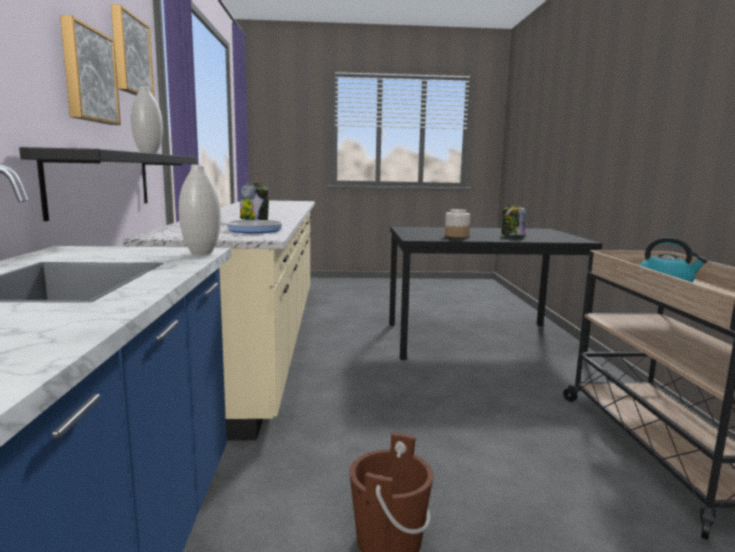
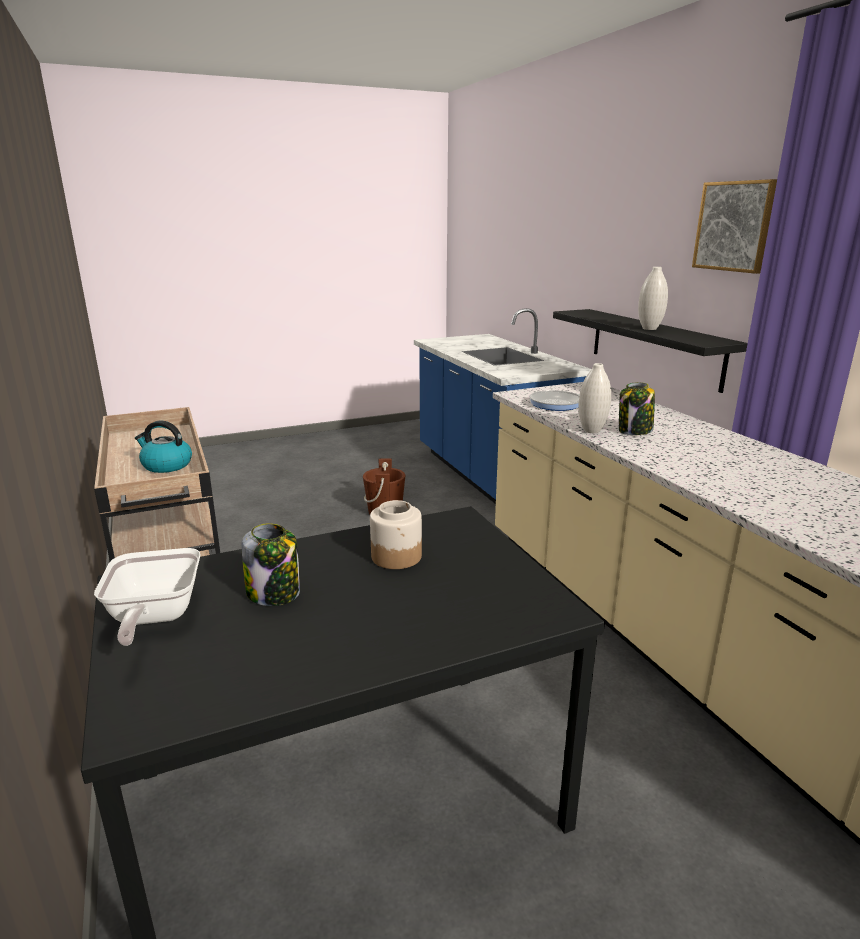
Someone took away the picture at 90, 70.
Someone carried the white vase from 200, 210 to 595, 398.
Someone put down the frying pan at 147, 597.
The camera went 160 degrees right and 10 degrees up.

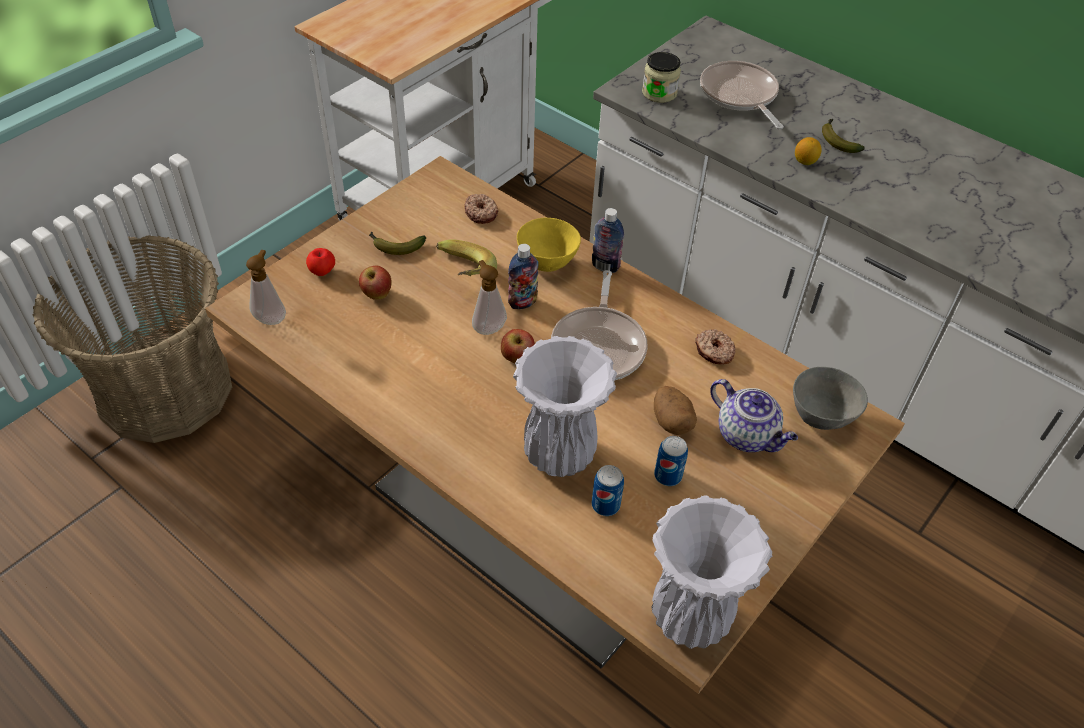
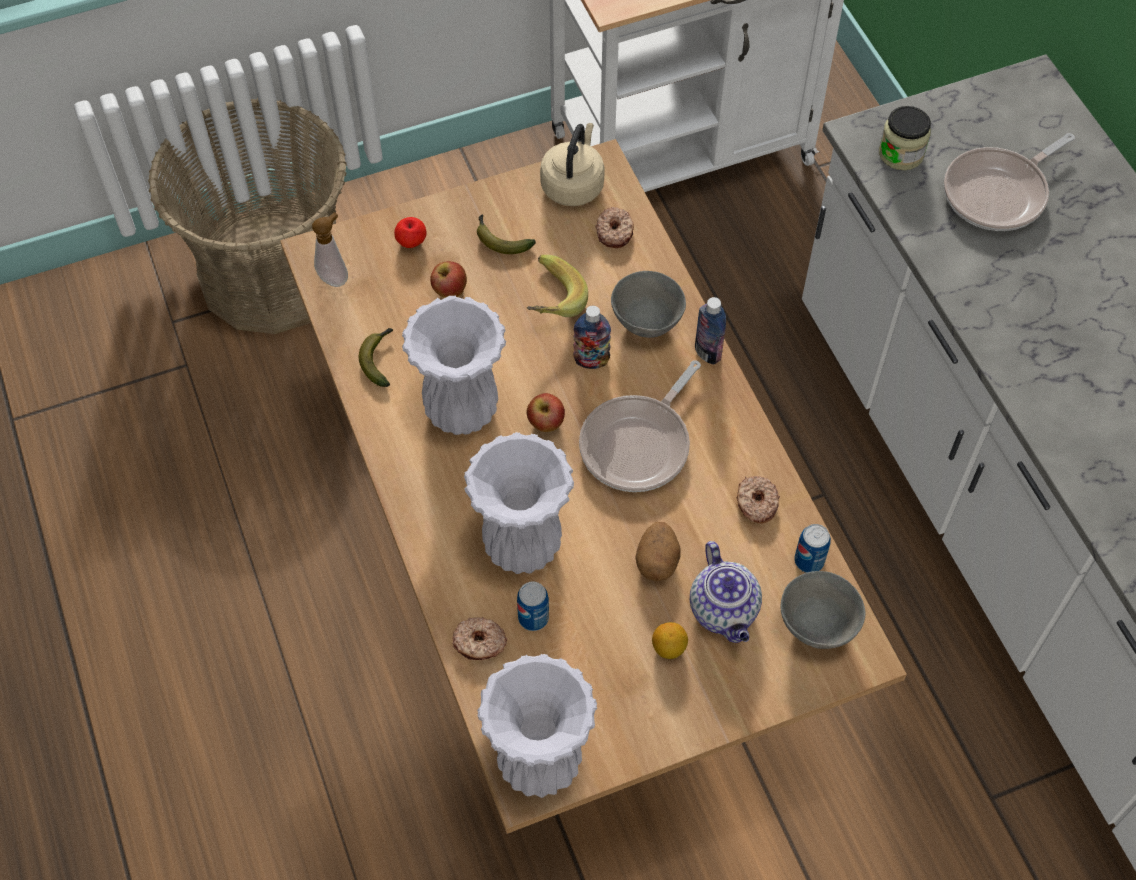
Someone took away the soap dispenser at 489, 297.
Someone repainted the yellow bowl at 549, 245, which became the grey bowl at 648, 304.
Someone carried the can from 671, 461 to 812, 548.
Someone rotated the frying pan at 742, 95 by 135 degrees counterclockwise.
Someone carried the lemon from 808, 151 to 670, 640.
Someone carried the banana from 843, 136 to 376, 357.
Someone put down the white vase at 454, 365.
Someone put down the donut at 479, 638.
Someone put down the beige kettle at 572, 164.
The camera went 30 degrees right and 10 degrees up.

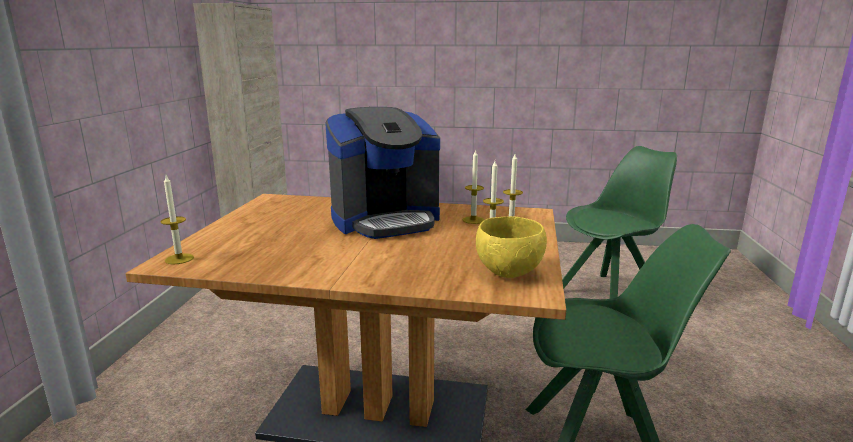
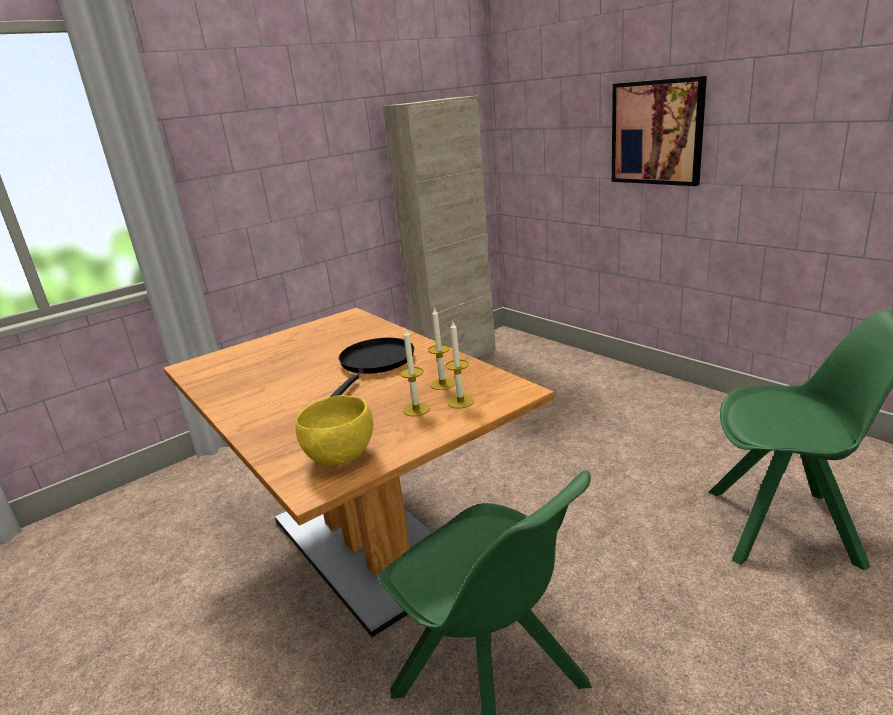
Someone took away the candle at 177, 220.
Someone swapped the coffee machine at 382, 173 for the black frying pan at 372, 367.
Someone put up the picture at 659, 131.
The camera went 45 degrees right and 5 degrees up.

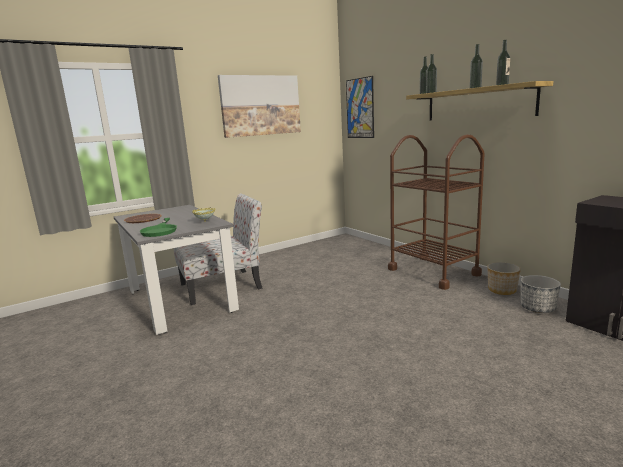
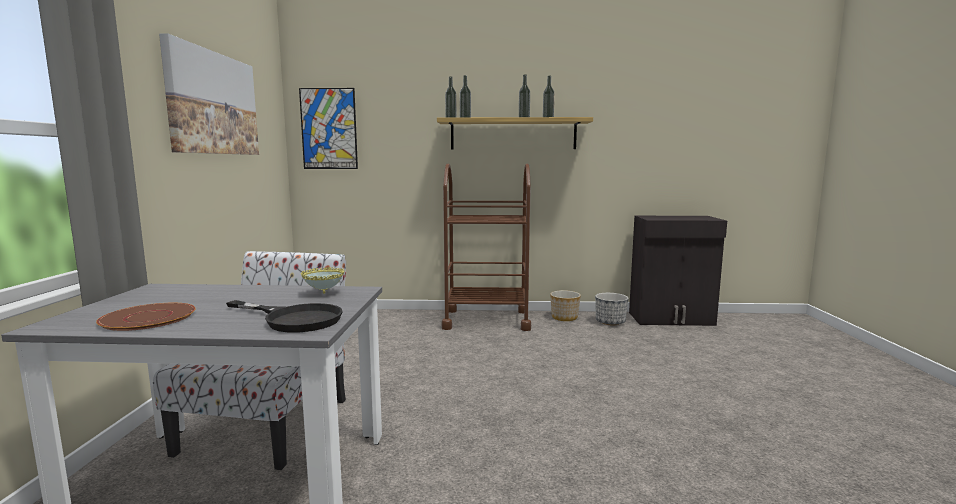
Someone repainted the green frying pan at 158, 227, which became the black frying pan at 284, 316.
The camera went 55 degrees left and 5 degrees down.

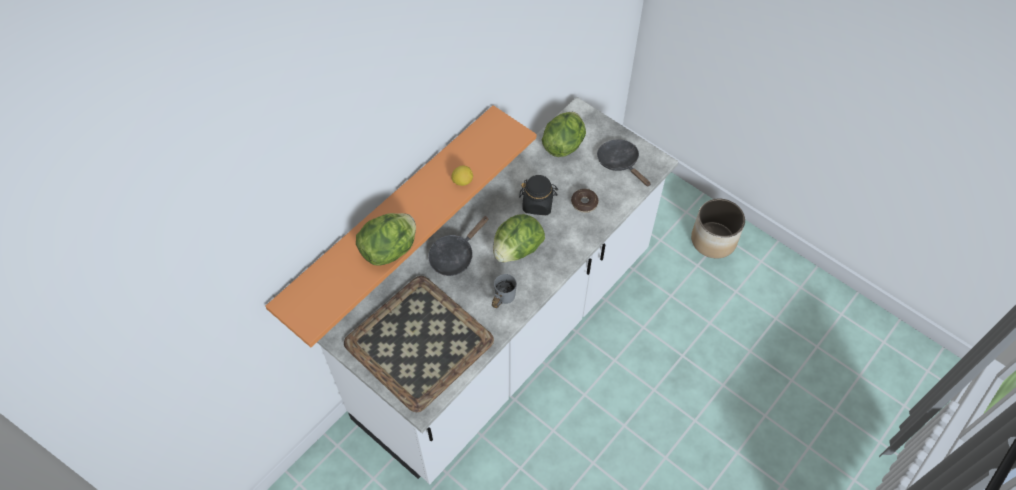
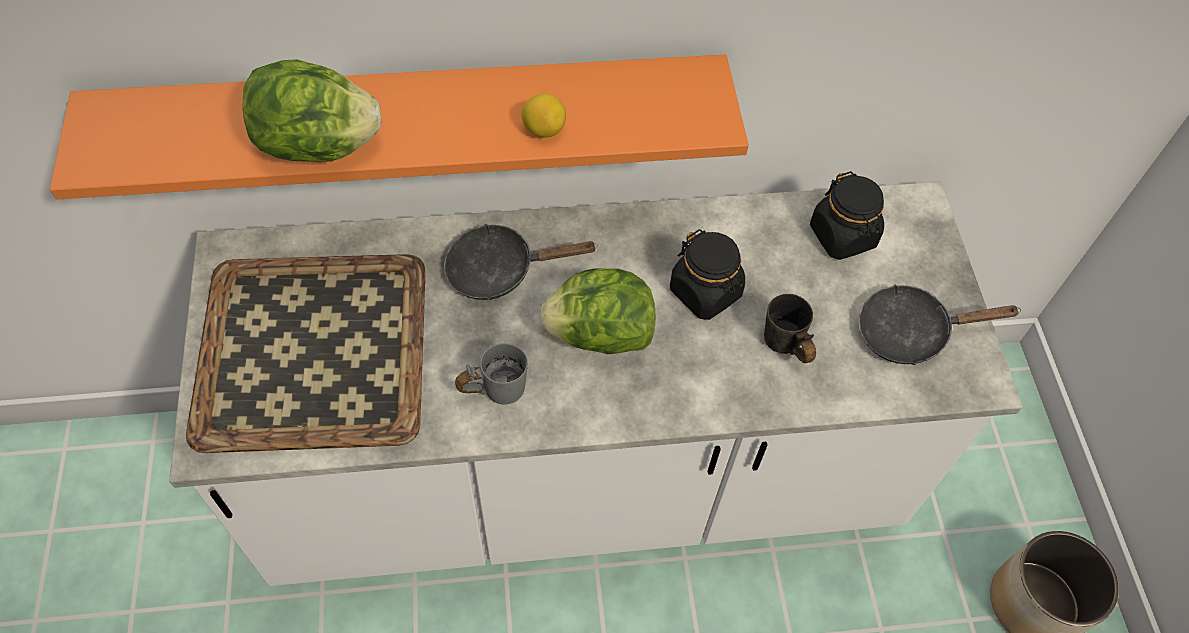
Someone swapped the lettuce at 564, 134 for the black jar at 847, 215.
Someone swapped the donut at 584, 201 for the grey mug at 790, 328.
Someone rotated the black frying pan at 624, 162 by 105 degrees counterclockwise.
The camera went 40 degrees right and 0 degrees up.

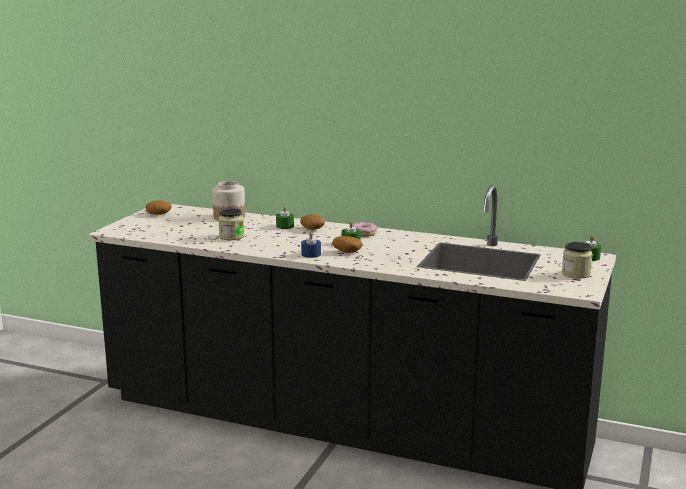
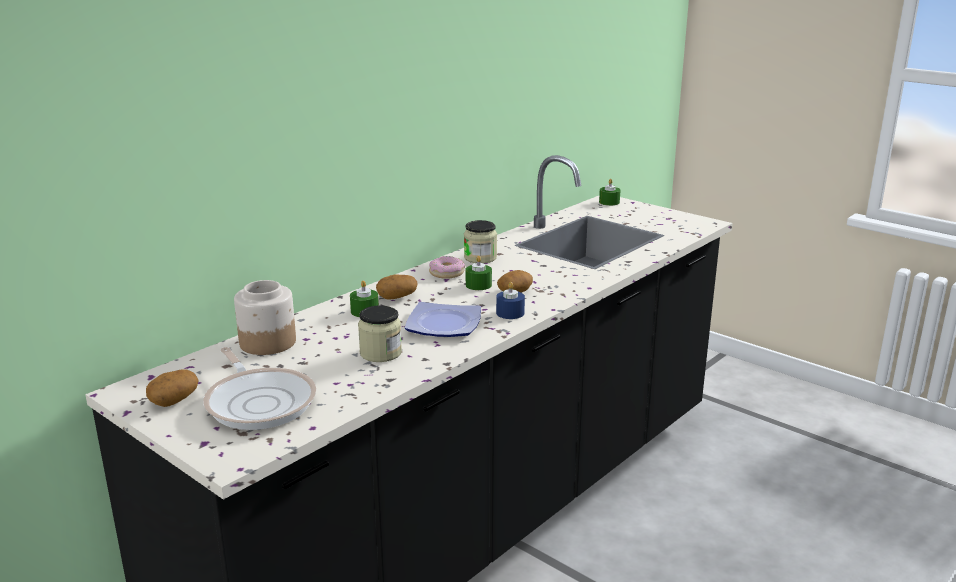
Someone carried the jar from 577, 260 to 480, 241.
Someone put down the frying pan at 259, 388.
Someone put down the plate at 443, 319.
The camera went 70 degrees left and 5 degrees up.

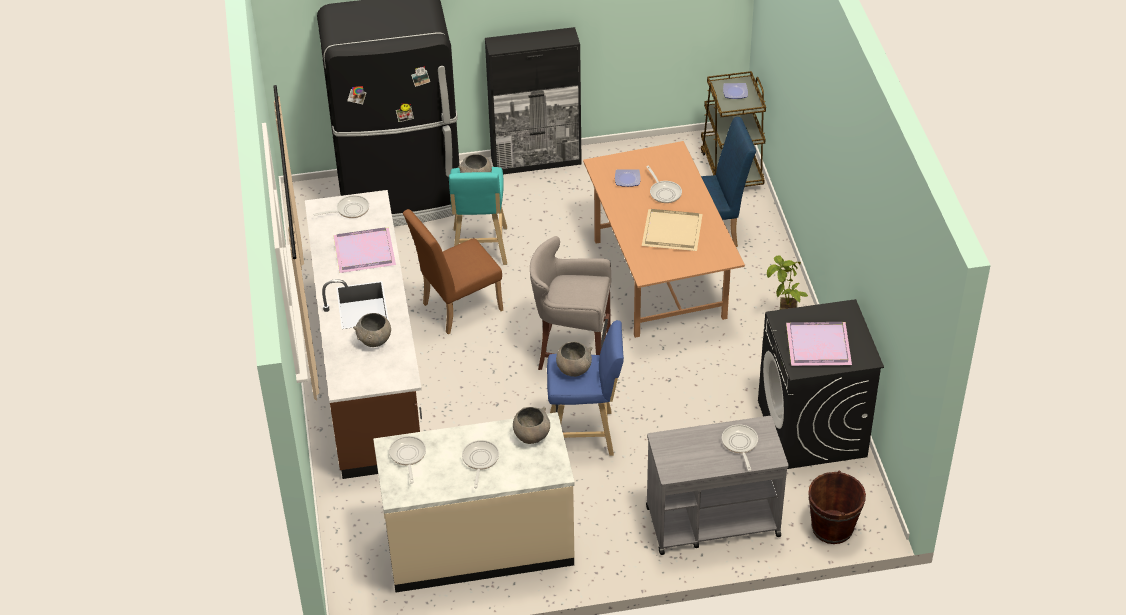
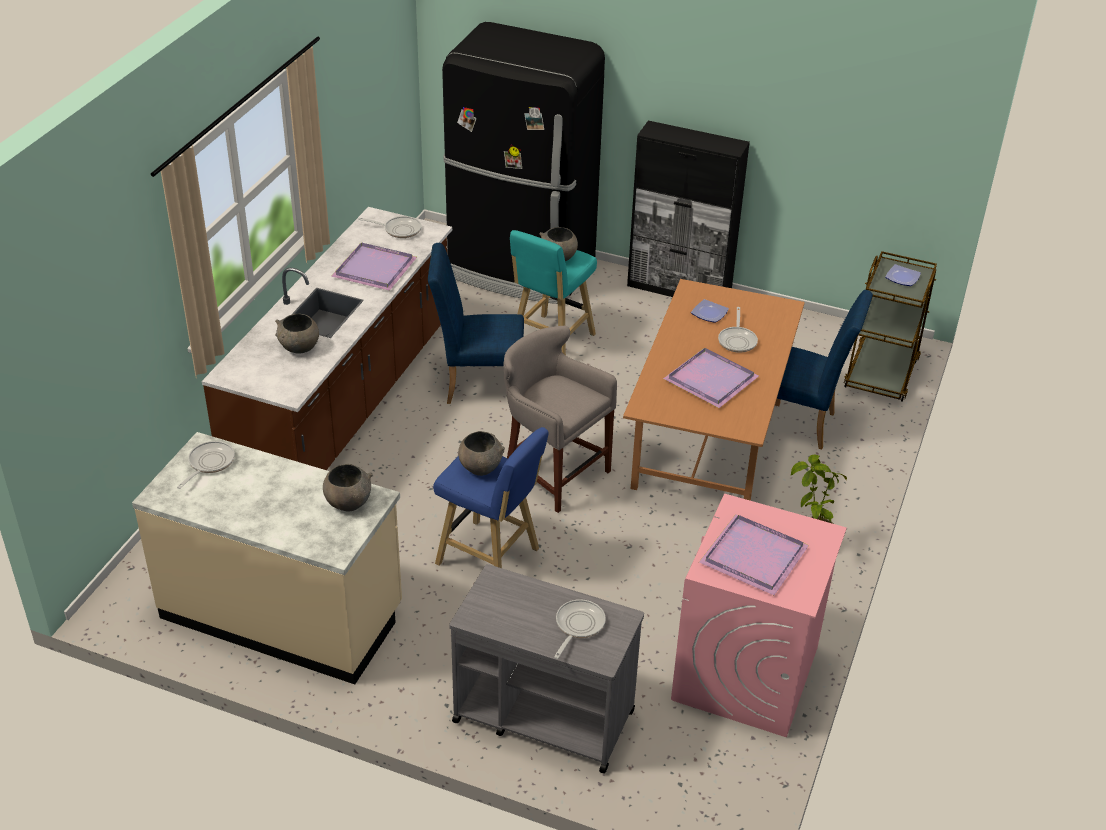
Someone repainted the brown chair at 453, 271, which became the blue chair at 476, 323.
Someone took away the frying pan at 480, 464.
Someone repainted the beige tray at 672, 230, which became the purple tray at 711, 378.
Someone repainted the black washing machine at 821, 384, which became the pink washing machine at 759, 615.
Someone took away the brown bucket at 837, 507.
The camera went 30 degrees right and 5 degrees down.

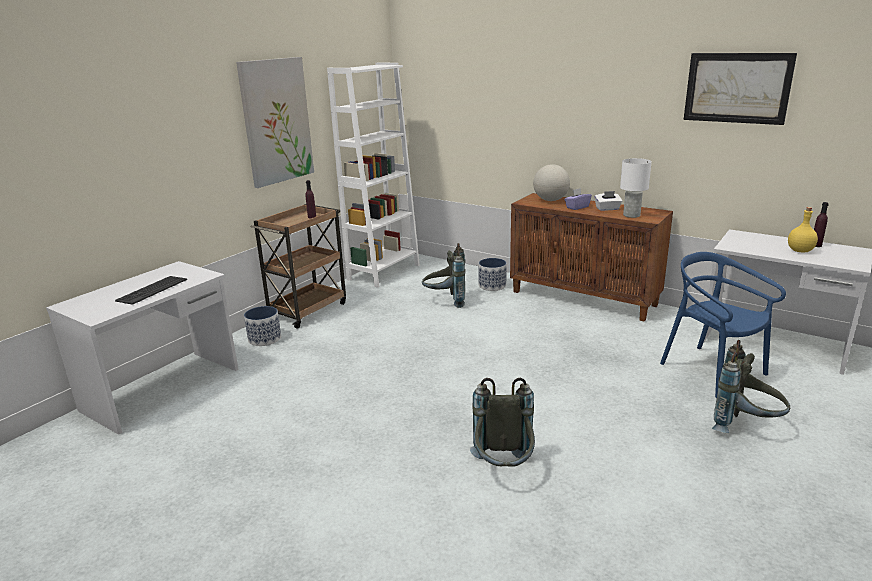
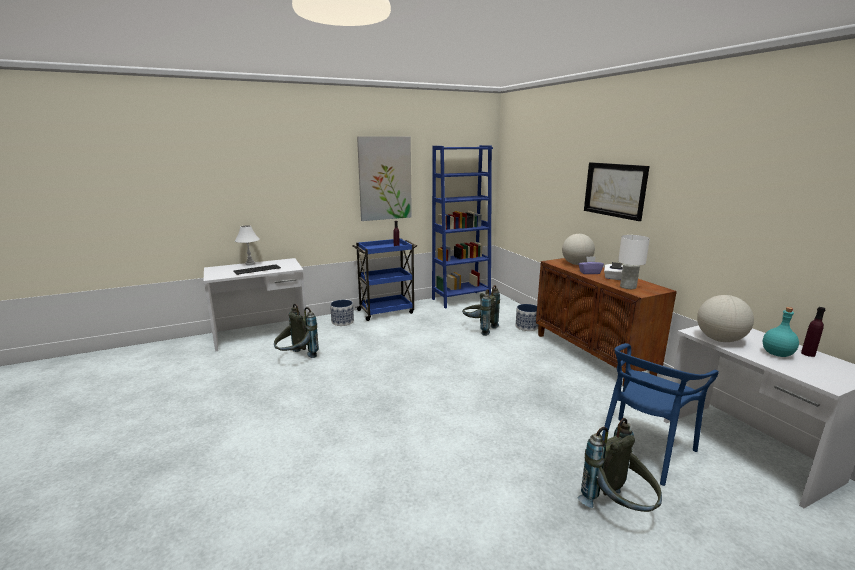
Someone repainted the brown cart at 298, 266, which became the blue cart at 384, 279.
Someone repainted the white bookcase at 373, 175, which became the blue bookcase at 462, 227.
Someone carried the grey backpack from 502, 422 to 296, 331.
Someone rotated the blue chair at 723, 325 by 135 degrees counterclockwise.
Someone carried the picture from 740, 89 to 617, 191.
Someone repainted the yellow bottle at 803, 229, which became the turquoise bottle at 781, 332.
Someone put down the white table lamp at 247, 245.
Someone put down the globe at 725, 318.
The camera went 30 degrees right and 5 degrees down.

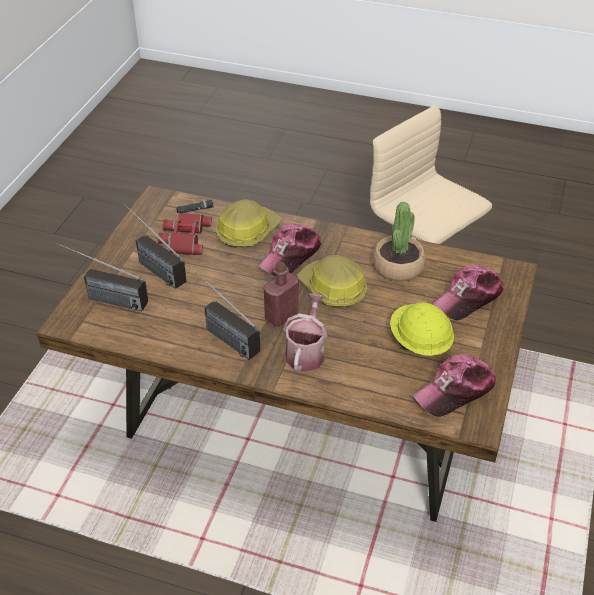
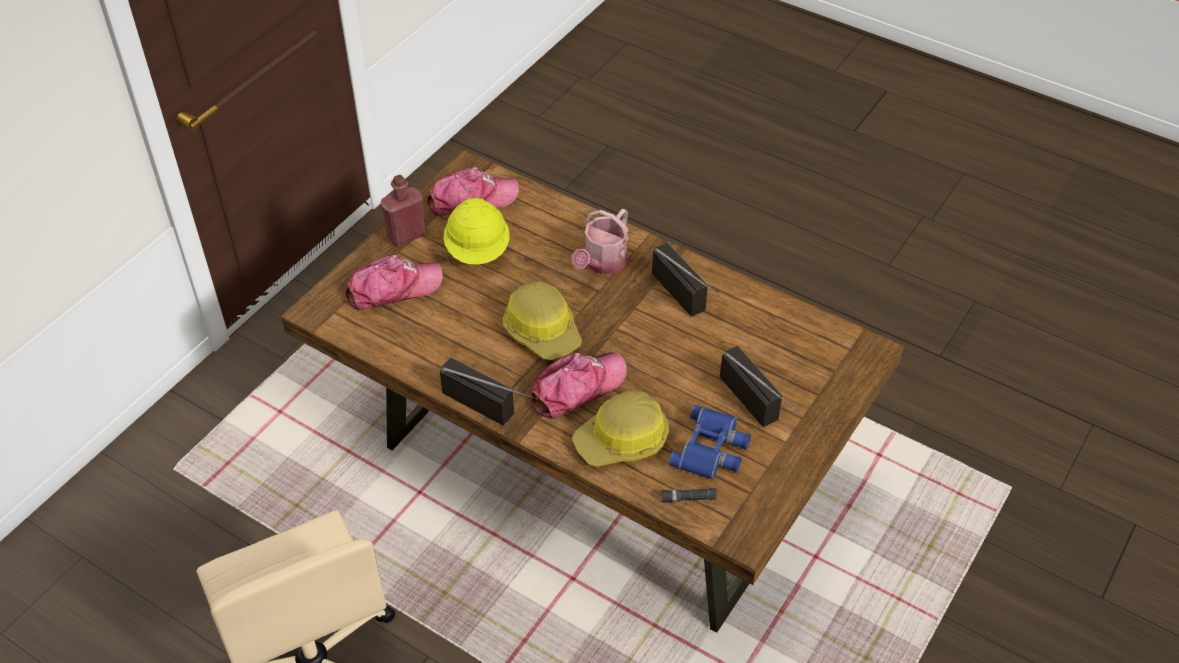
Someone carried the radio from 102, 277 to 488, 391.
Someone repainted the red binoculars at 185, 234, which became the blue binoculars at 710, 442.
Someone carried the red bottle from 281, 294 to 403, 210.
Someone took away the potted plant at 399, 242.
The camera went 165 degrees left and 5 degrees up.

